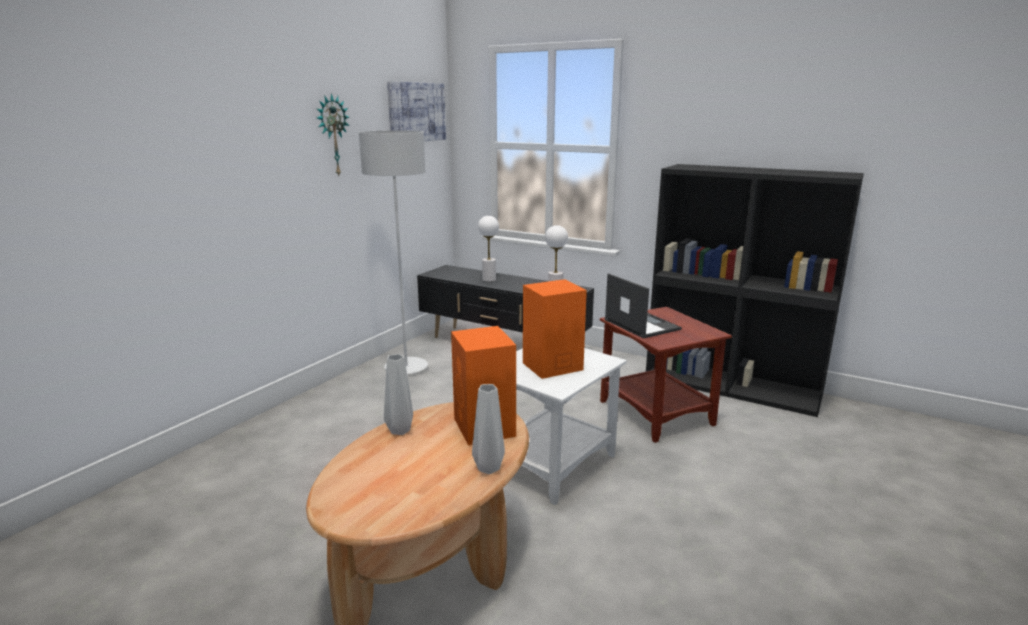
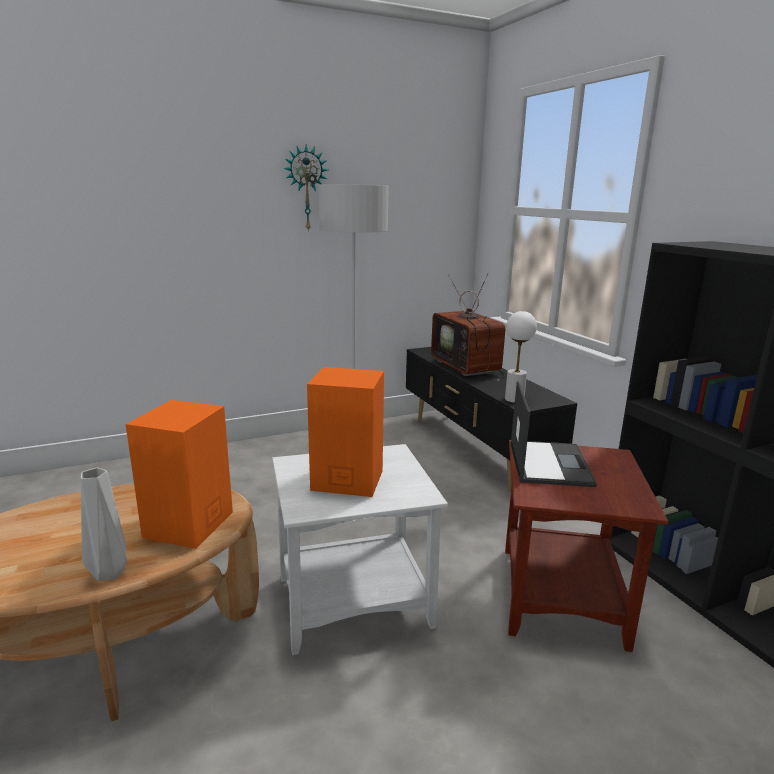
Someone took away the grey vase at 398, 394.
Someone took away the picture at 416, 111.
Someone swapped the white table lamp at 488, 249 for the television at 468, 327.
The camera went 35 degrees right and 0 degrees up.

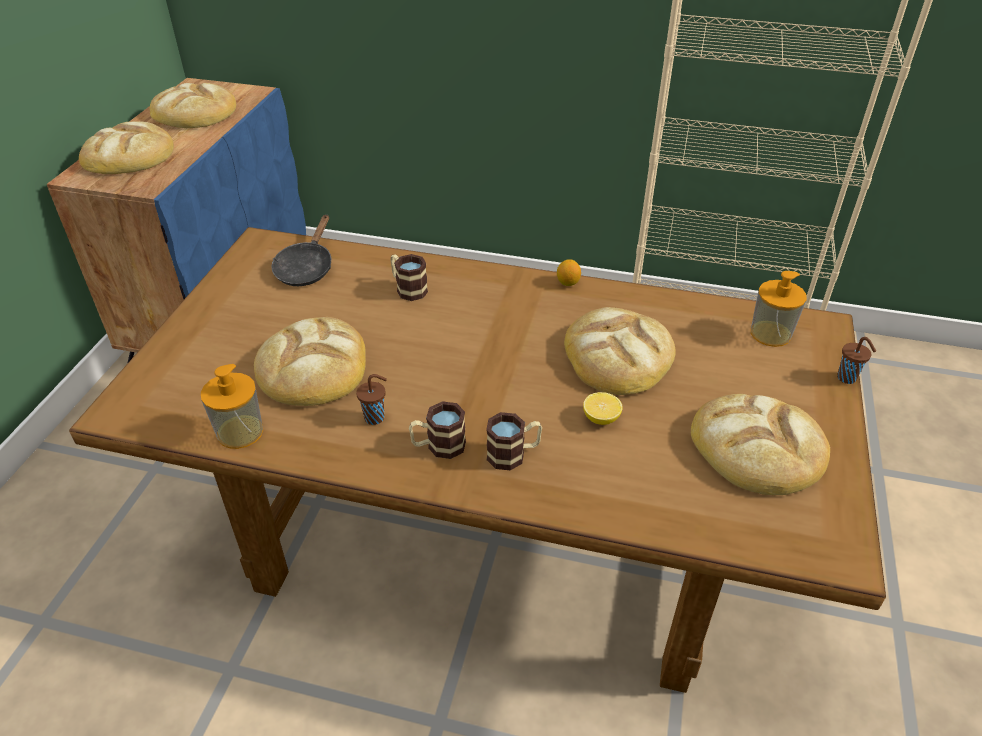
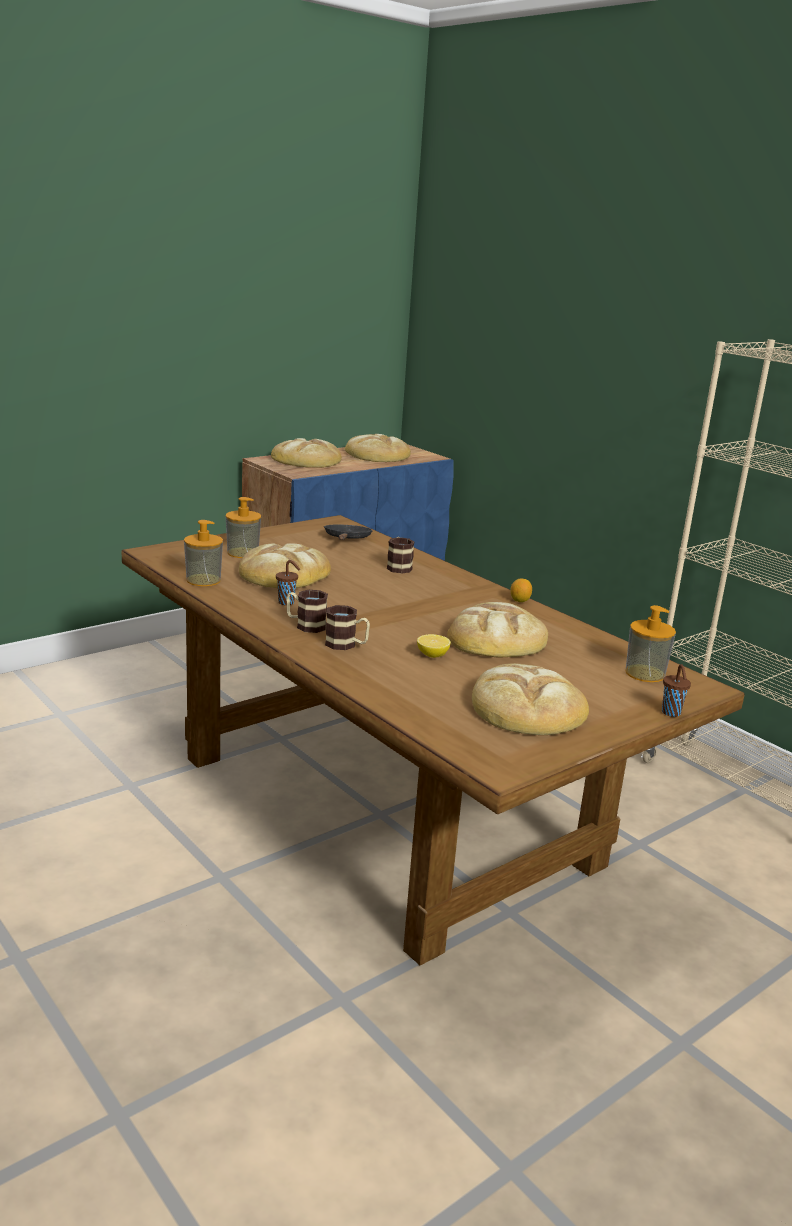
Someone rotated the black frying pan at 301, 250 by 135 degrees clockwise.
Someone put down the soap dispenser at 243, 527.
The camera went 35 degrees right and 20 degrees down.

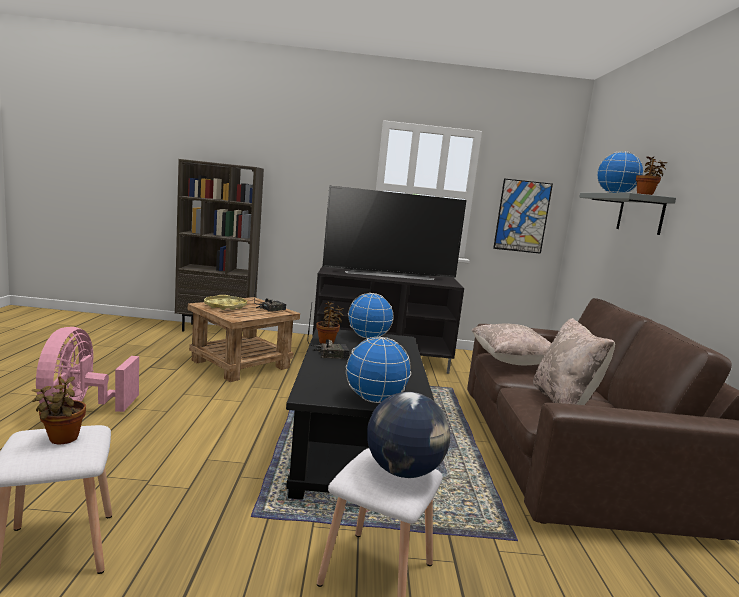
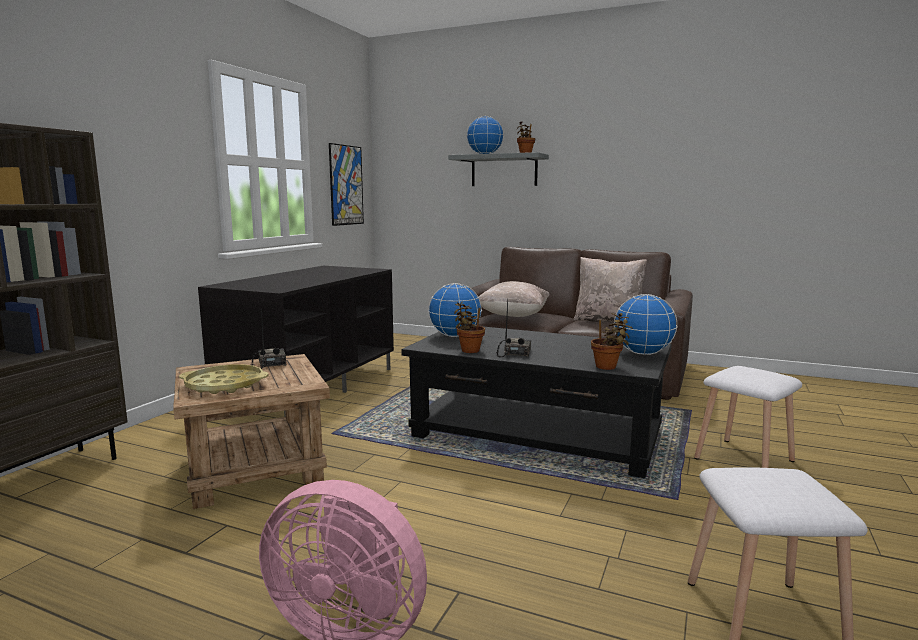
Someone carried the potted plant from 59, 410 to 612, 341.
Someone took away the television at 394, 233.
Someone took away the globe at 408, 435.
The camera went 65 degrees left and 0 degrees up.

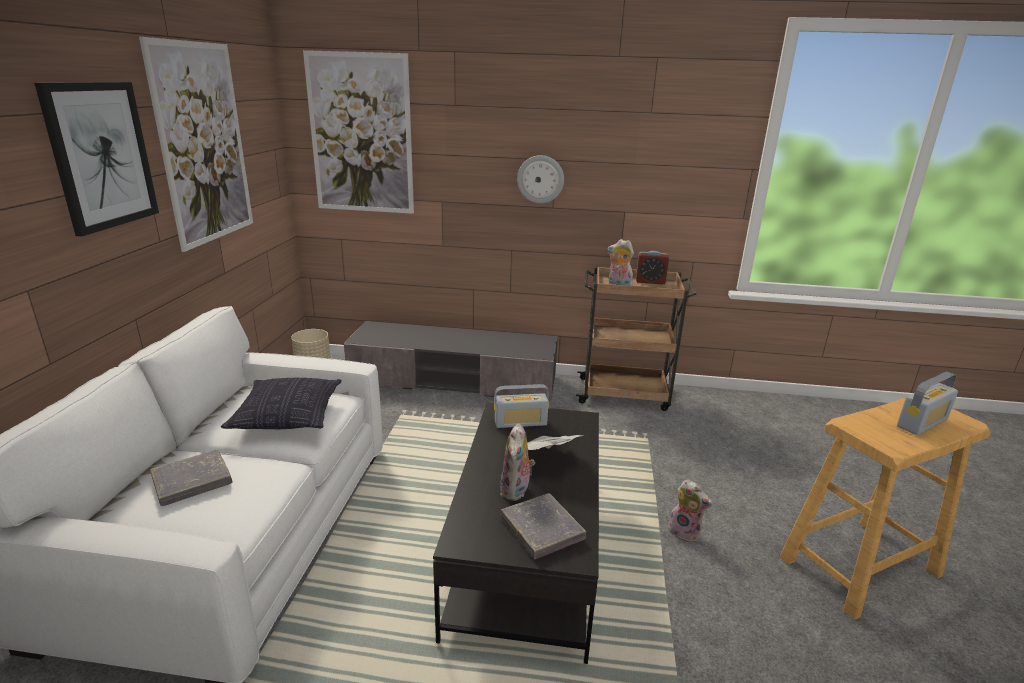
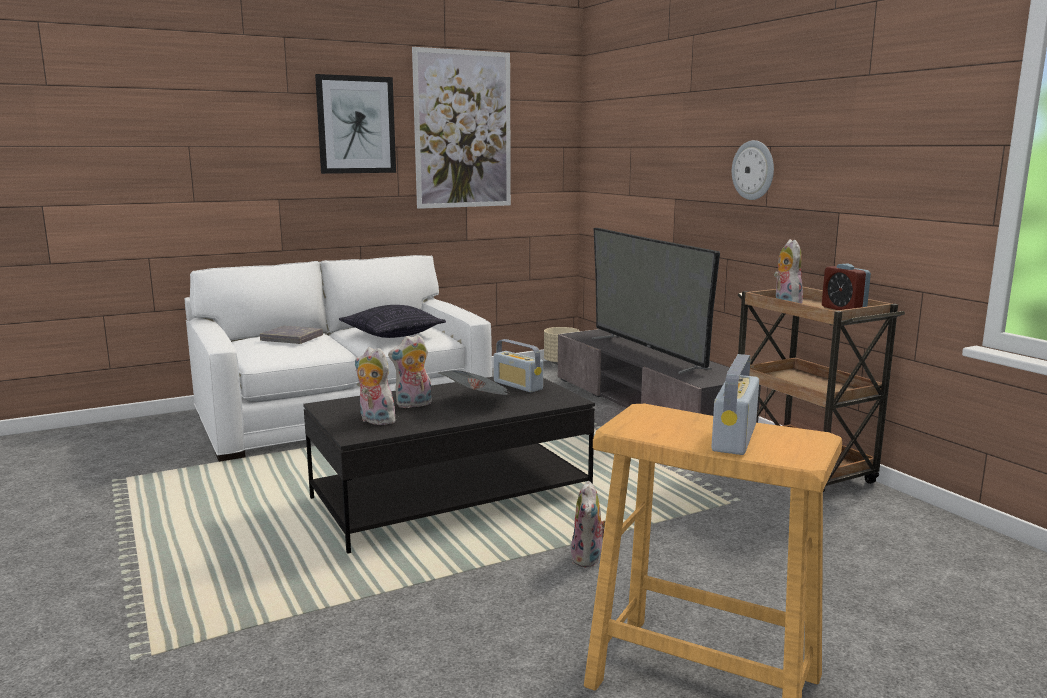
Someone took away the picture at 358, 132.
Someone swapped the grey book at 543, 526 for the plush toy at 375, 386.
Someone rotated the radio at 927, 403 by 90 degrees clockwise.
Someone put down the television at 656, 301.
The camera went 55 degrees right and 10 degrees down.

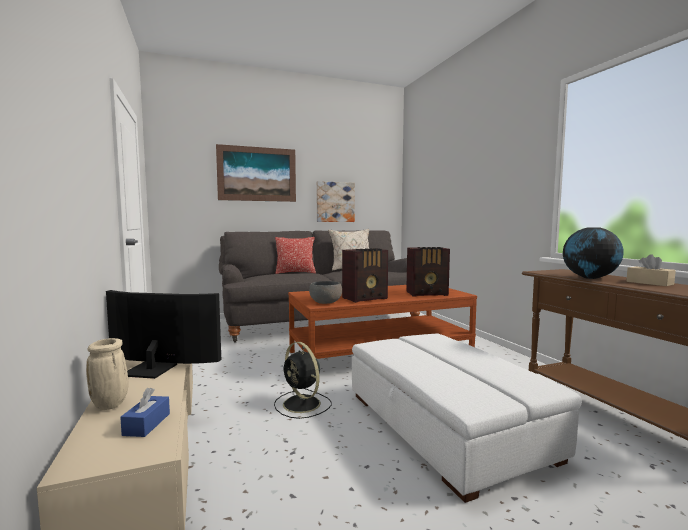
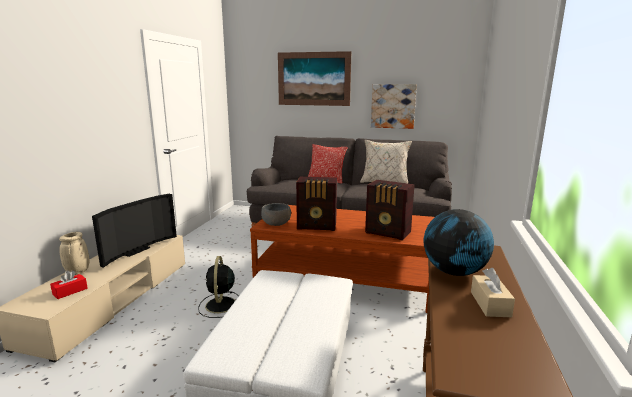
Someone rotated the television at 163, 334 by 75 degrees clockwise.
Someone repainted the blue tissue box at 145, 412, which became the red tissue box at 69, 284.
The camera went 35 degrees right and 10 degrees up.

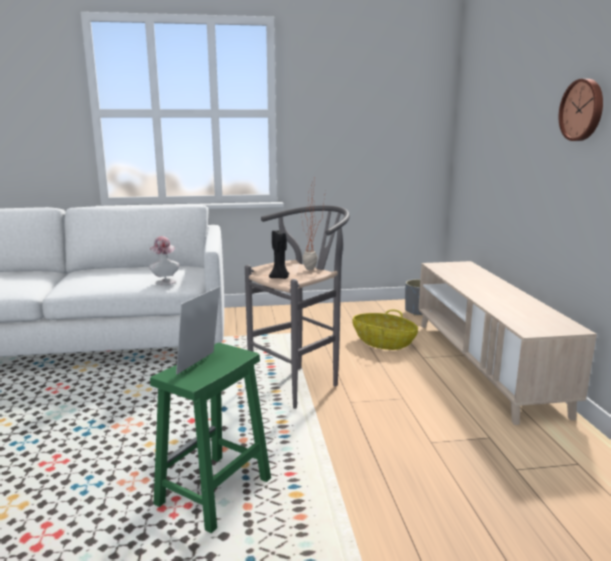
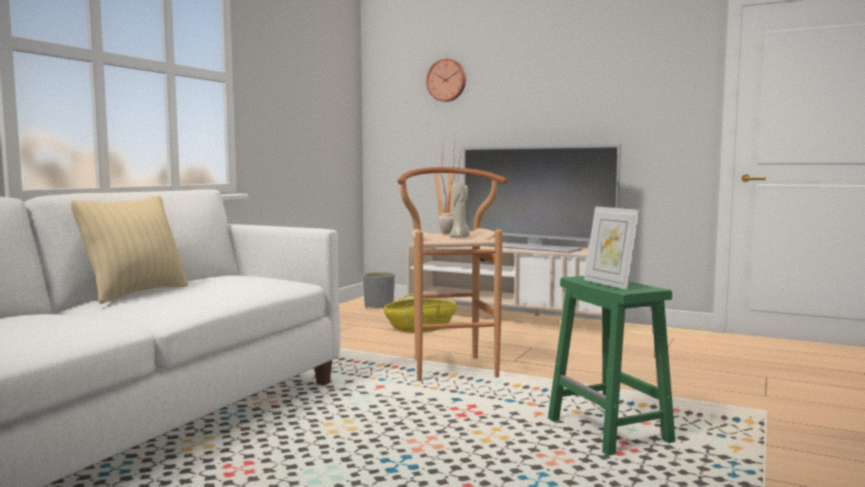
Someone took away the hat at 164, 260.
Someone repainted the grey stool at 297, 307, which became the brown stool at 453, 274.
Someone repainted the black candle at 279, 254, which became the beige candle at 459, 210.
Someone carried the wall clock from 581, 110 to 446, 80.
Someone put down the beige pillow at 129, 250.
Someone put down the television at 542, 198.
The camera went 55 degrees left and 10 degrees down.

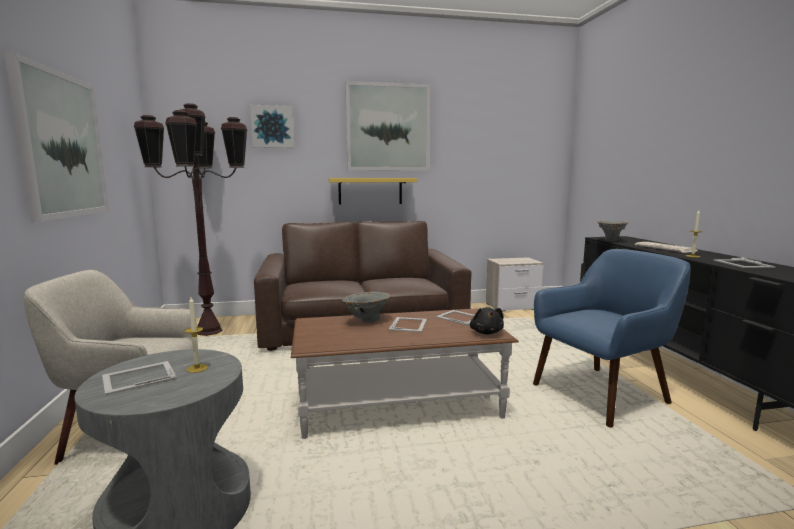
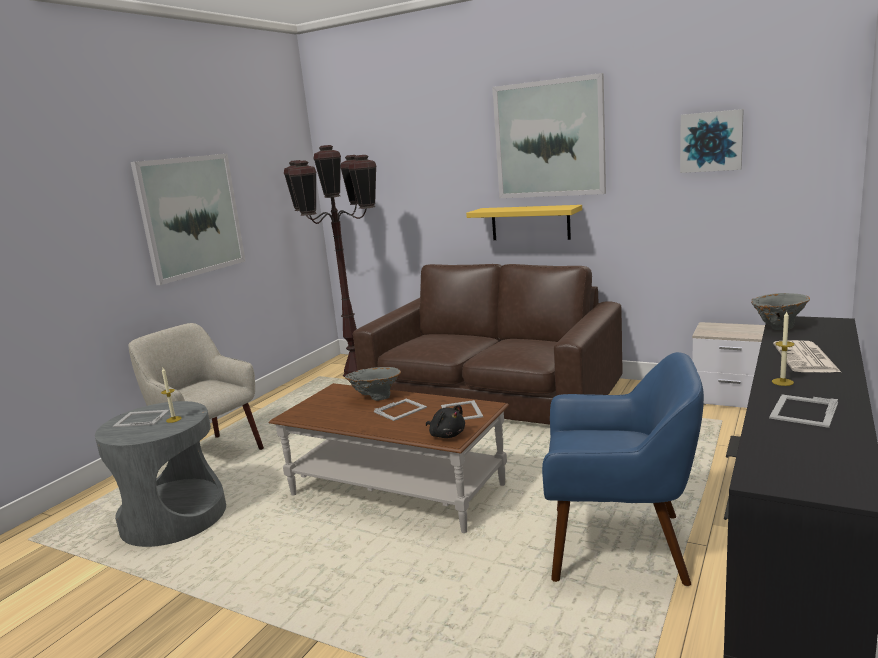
Someone carried the picture from 272, 126 to 712, 141.
Someone rotated the black plush toy at 487, 320 by 75 degrees counterclockwise.
The camera went 40 degrees right and 5 degrees up.

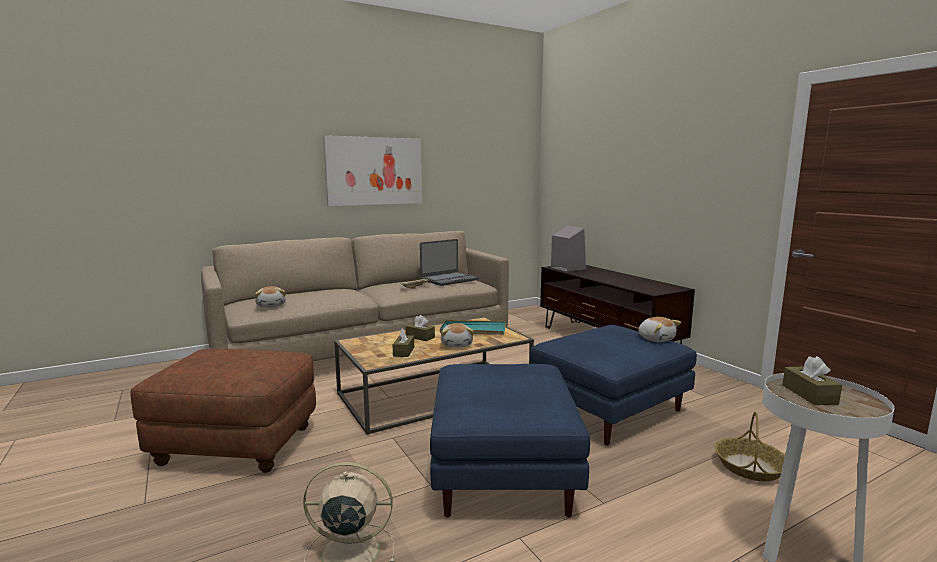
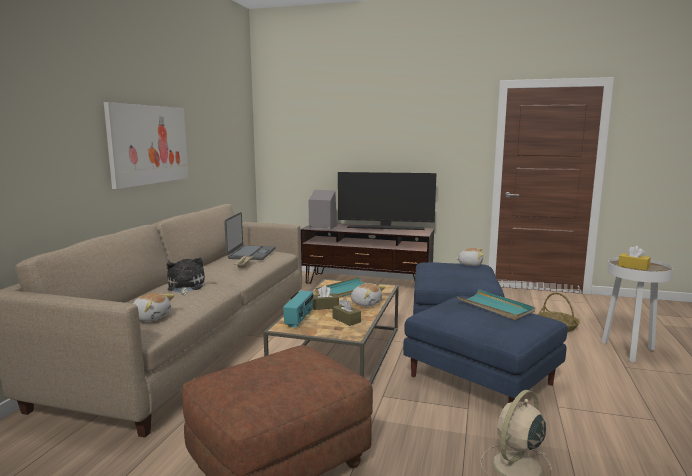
Someone repainted the brown tissue box at 812, 380, which became the yellow tissue box at 634, 258.
Someone put down the plush toy at 186, 276.
Someone put down the radio at 298, 309.
Someone put down the television at 387, 201.
Someone put down the turquoise tray at 496, 304.
The camera went 45 degrees left and 0 degrees up.

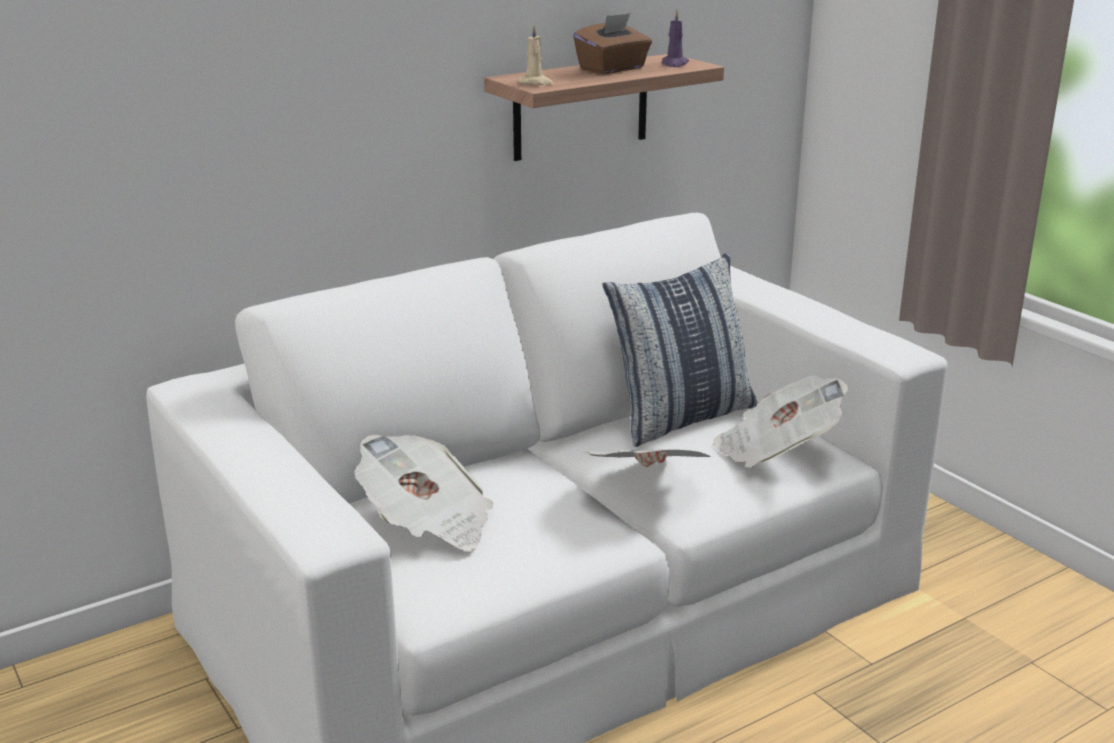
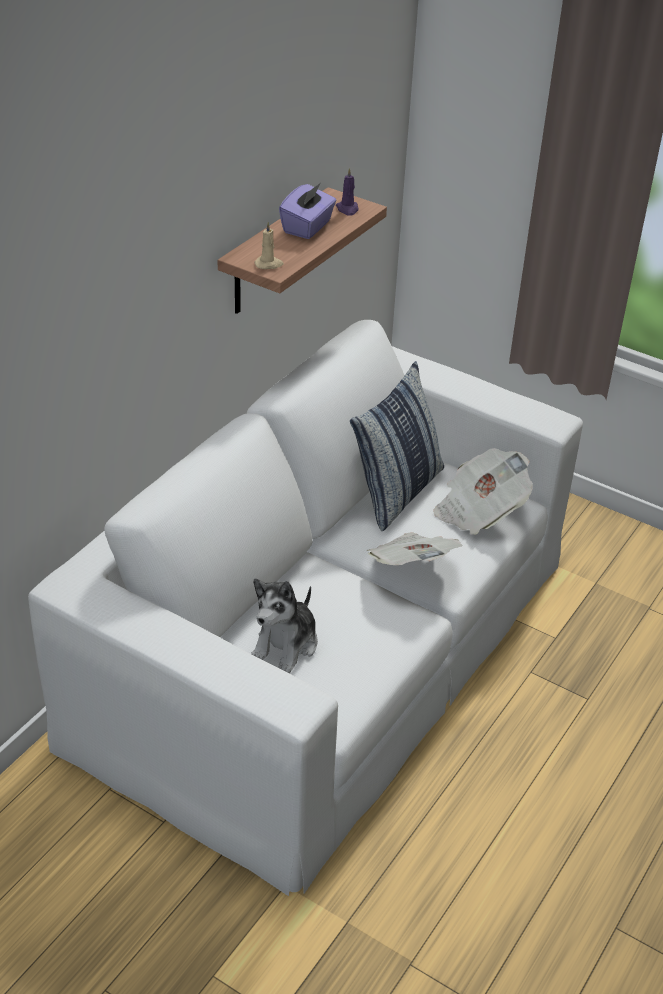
Someone swapped the newspaper at 423, 492 for the plush toy at 284, 626.
Someone repainted the brown tissue box at 612, 43, which became the purple tissue box at 307, 211.
The camera went 25 degrees left and 15 degrees up.

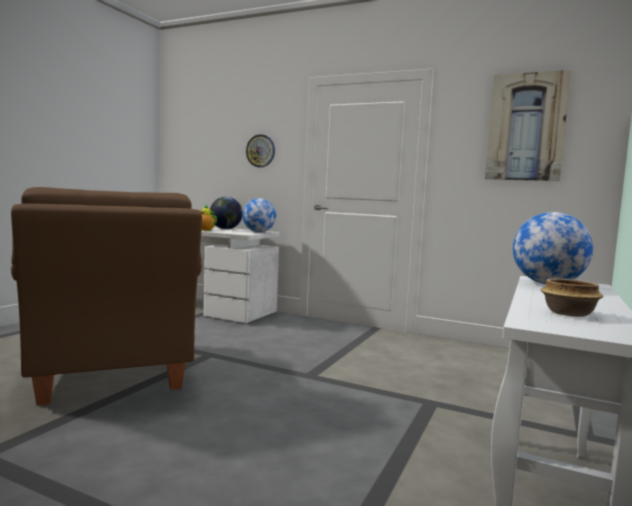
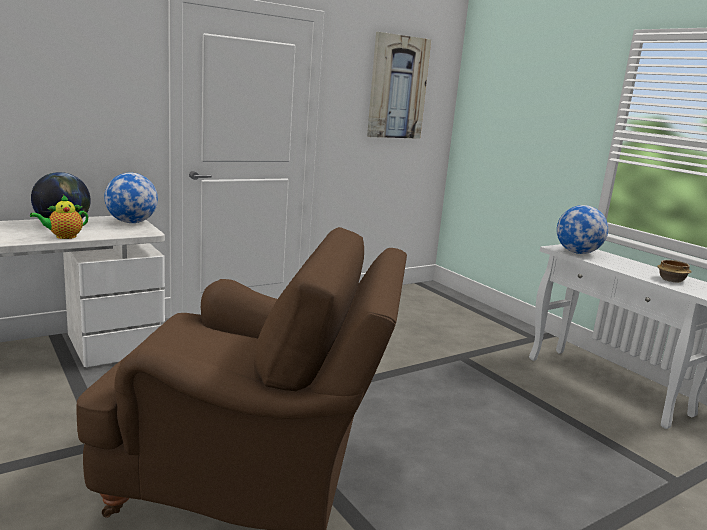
Someone took away the wall clock at 260, 150.
The camera went 60 degrees left and 10 degrees up.

